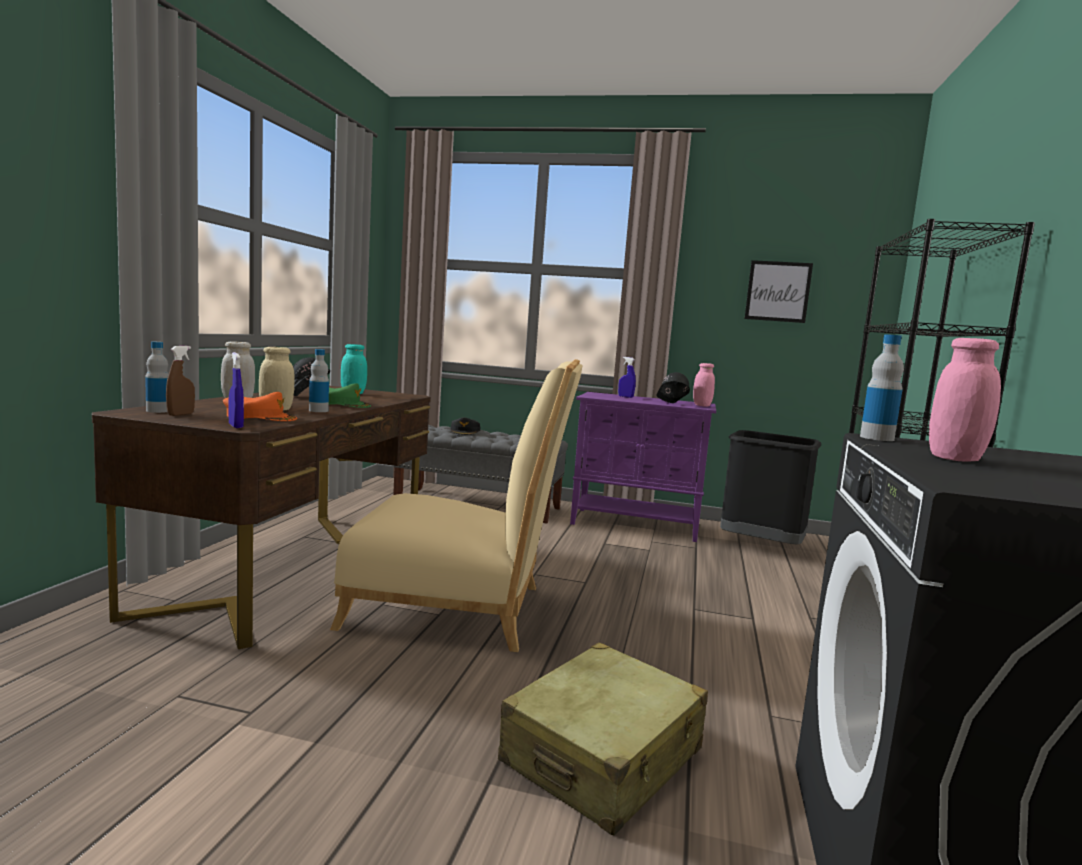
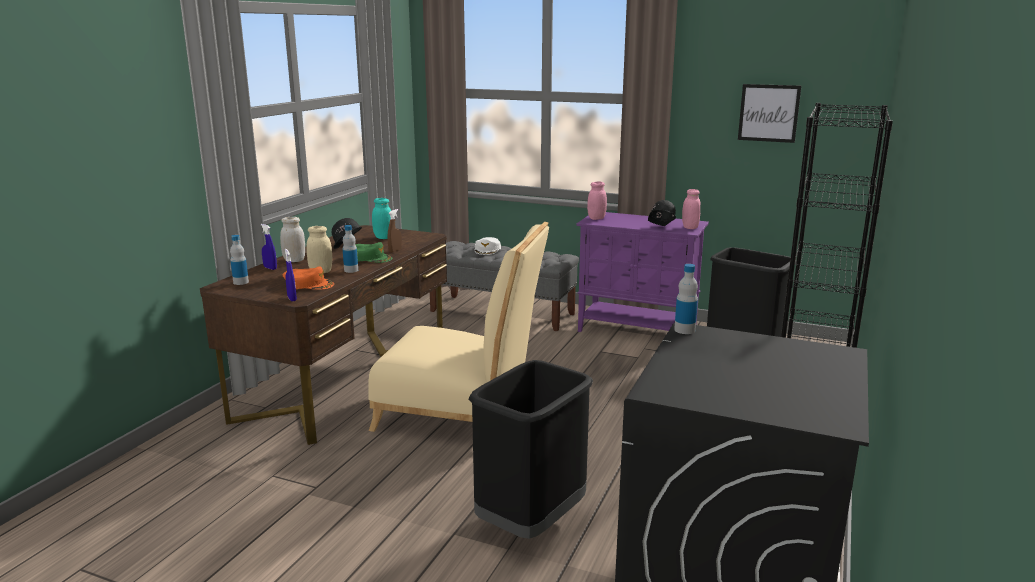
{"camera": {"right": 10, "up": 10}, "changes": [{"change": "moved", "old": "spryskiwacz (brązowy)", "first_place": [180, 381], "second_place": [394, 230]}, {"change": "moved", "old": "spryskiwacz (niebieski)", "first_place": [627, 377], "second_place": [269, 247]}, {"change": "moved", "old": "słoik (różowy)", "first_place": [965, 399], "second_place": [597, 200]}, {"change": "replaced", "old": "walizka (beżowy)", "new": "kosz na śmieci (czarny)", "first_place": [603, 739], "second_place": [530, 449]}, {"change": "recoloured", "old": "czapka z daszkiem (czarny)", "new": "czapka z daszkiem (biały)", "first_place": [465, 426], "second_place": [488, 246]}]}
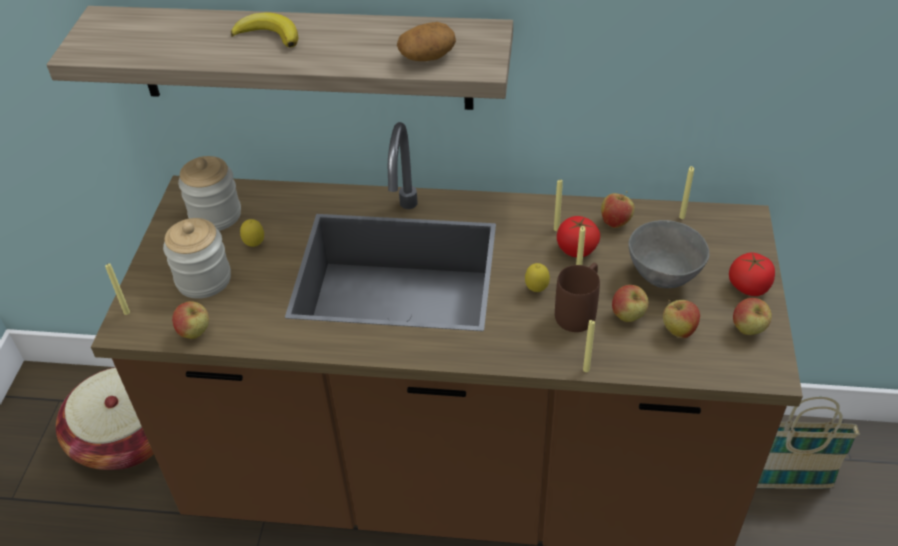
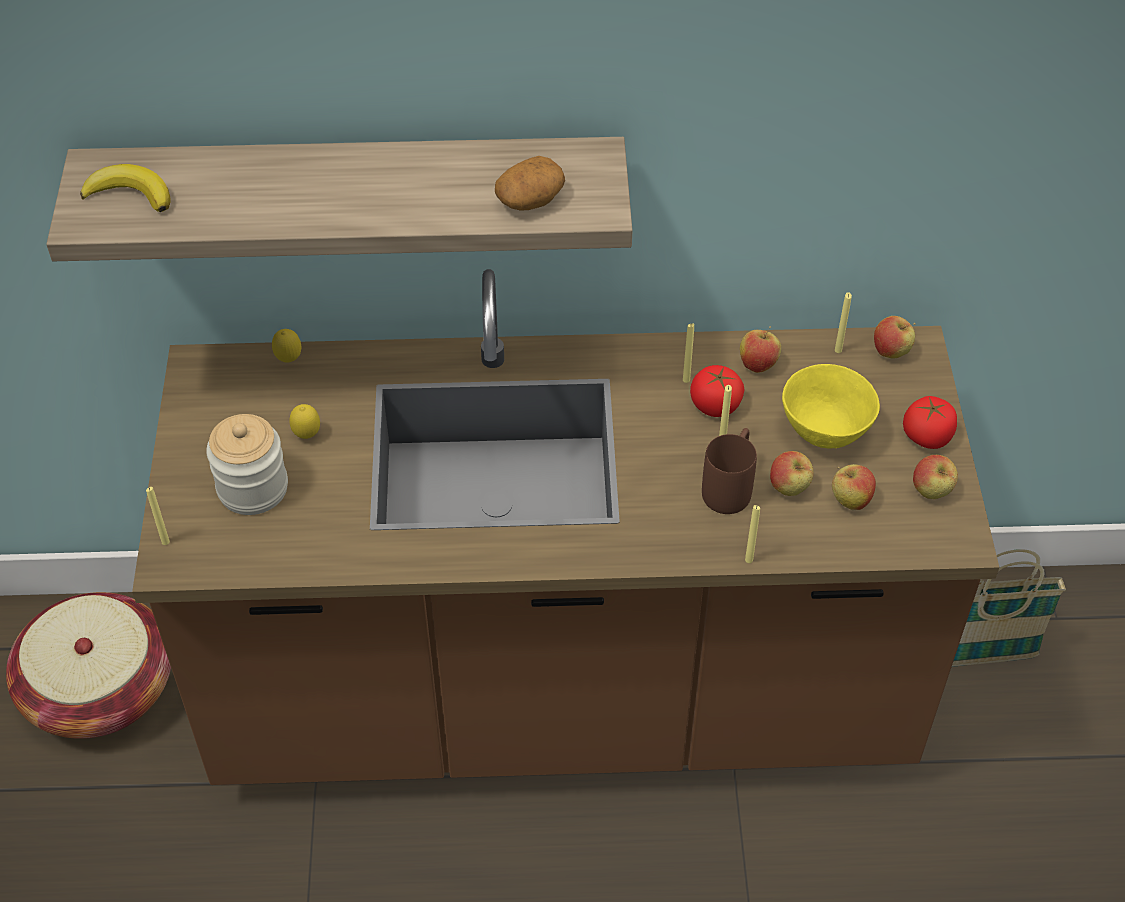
{"camera": {"right": -10, "up": 5}, "changes": [{"change": "removed", "old": "słoik", "first_place": [209, 193]}, {"change": "moved", "old": "jabłko", "first_place": [190, 320], "second_place": [895, 337]}, {"change": "moved", "old": "banan", "first_place": [264, 30], "second_place": [125, 188]}, {"change": "moved", "old": "cytryna", "first_place": [537, 277], "second_place": [286, 345]}, {"change": "recoloured", "old": "miska (szary)", "new": "miska (żółty)", "first_place": [668, 254], "second_place": [831, 406]}]}
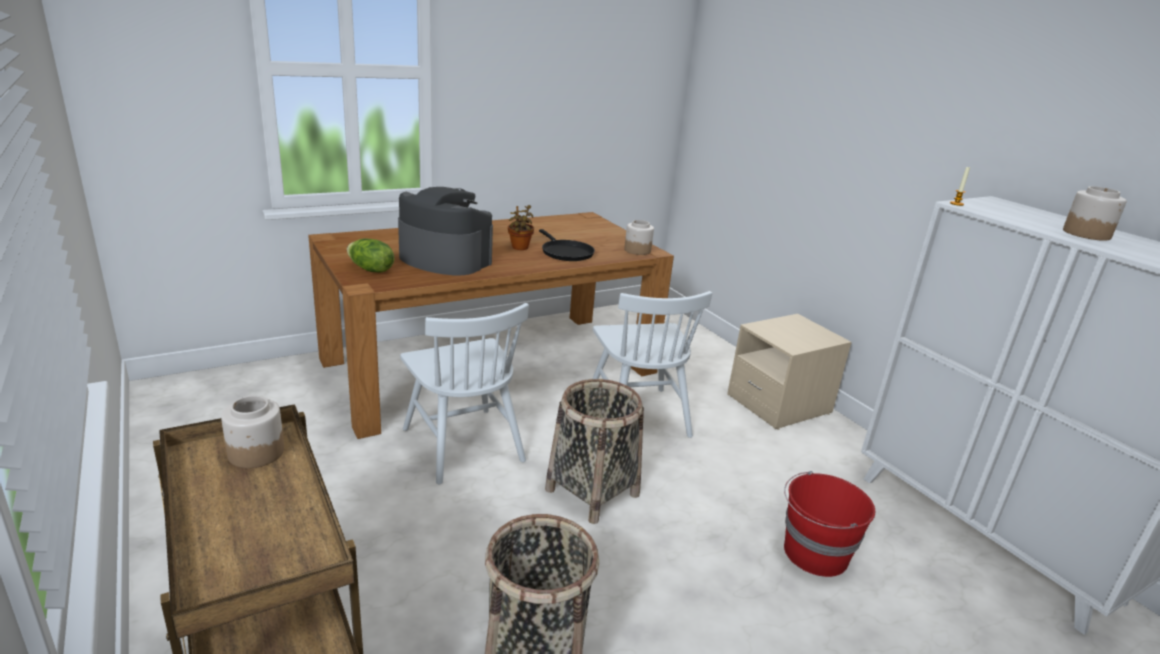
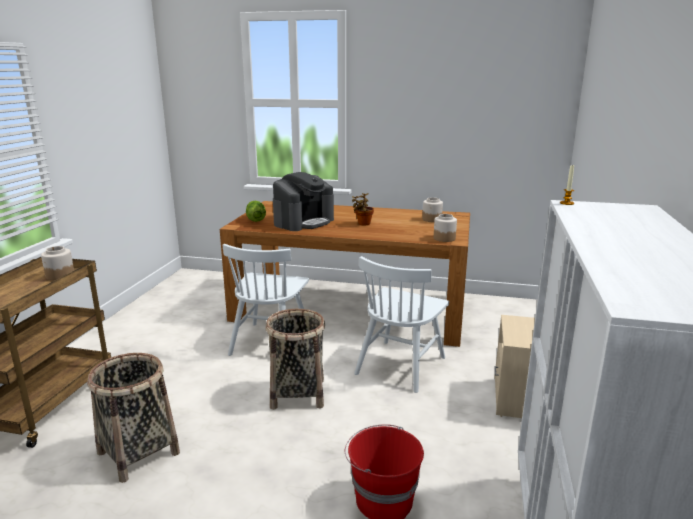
{"camera": {"right": 45, "up": -5}, "changes": [{"change": "removed", "old": "patelnia (czarny)", "first_place": [567, 245]}, {"change": "moved", "old": "słoik", "first_place": [1095, 213], "second_place": [432, 209]}, {"change": "turned", "old": "ekspres do kawy", "first_place": [445, 231], "second_place": [303, 201], "degrees": 60}]}
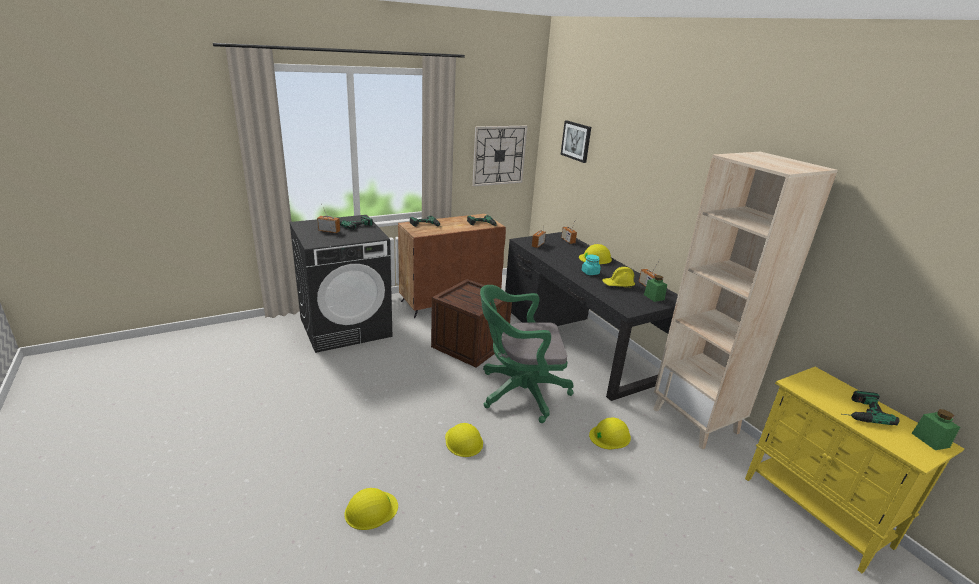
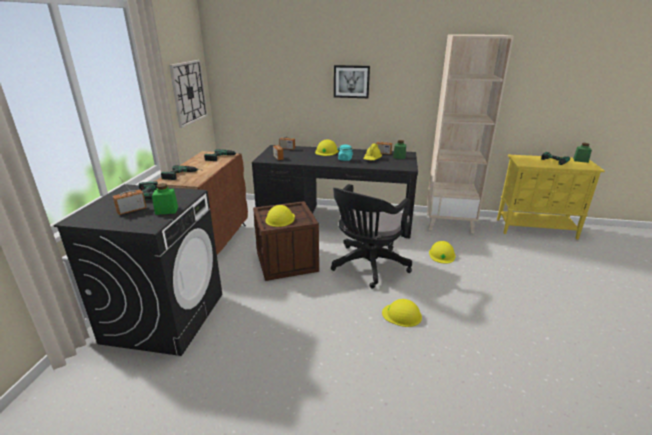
{"camera": {"right": -50, "up": 0}, "changes": [{"change": "added", "new": "słoik (zielony)", "second_place": [165, 199]}, {"change": "moved", "old": "kask (żółty)", "first_place": [371, 509], "second_place": [280, 216]}, {"change": "moved", "old": "obraz", "first_place": [576, 141], "second_place": [352, 81]}, {"change": "recoloured", "old": "krzesło biurowe (zielony)", "new": "krzesło biurowe (czarny)", "first_place": [527, 354], "second_place": [371, 236]}]}
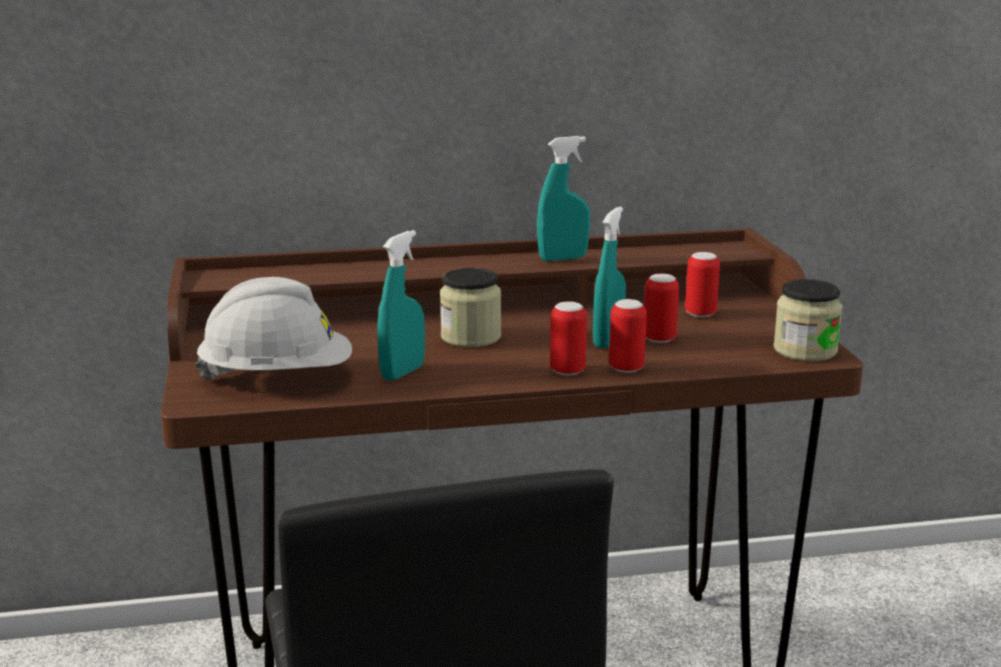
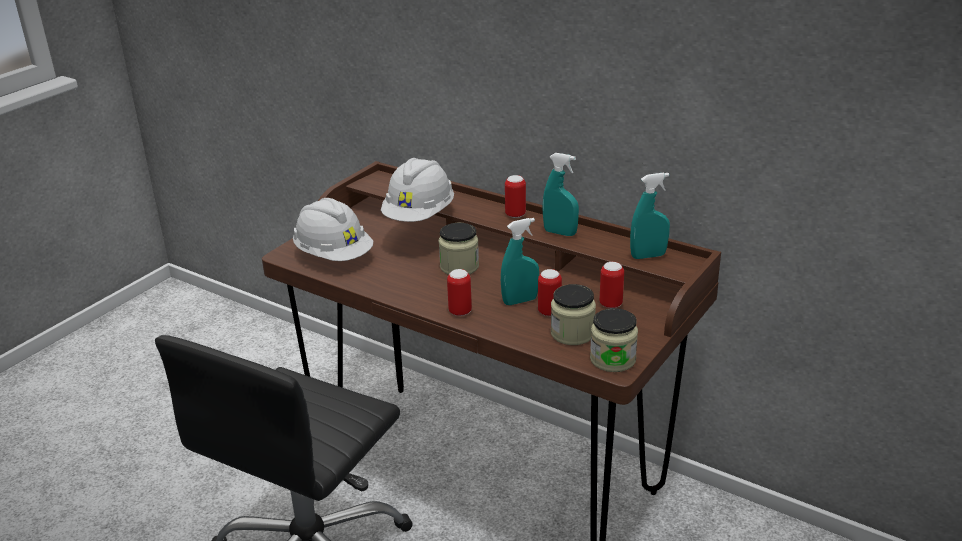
{"camera": {"right": 45, "up": 10}, "changes": [{"change": "added", "new": "kask (biały)", "second_place": [417, 190]}, {"change": "added", "new": "słoik", "second_place": [573, 314]}, {"change": "moved", "old": "spryskiwacz (turkusowy)", "first_place": [401, 305], "second_place": [650, 215]}, {"change": "moved", "old": "puszka", "first_place": [628, 336], "second_place": [515, 196]}]}
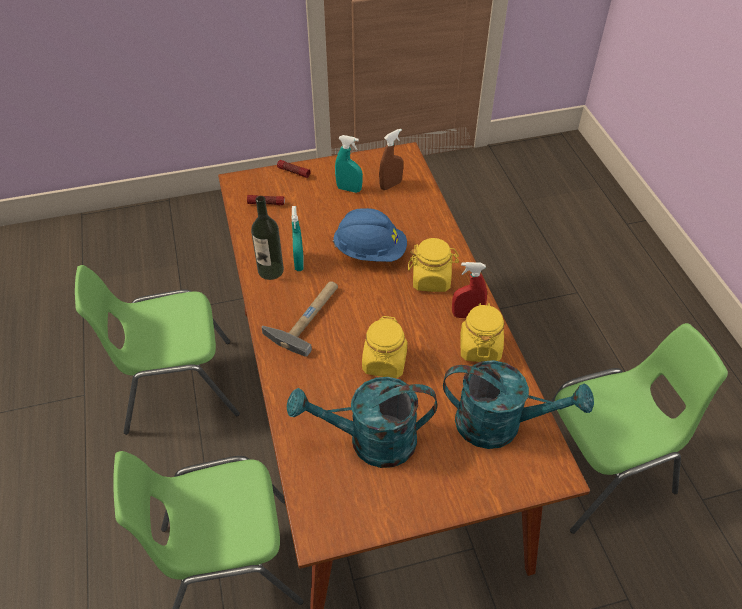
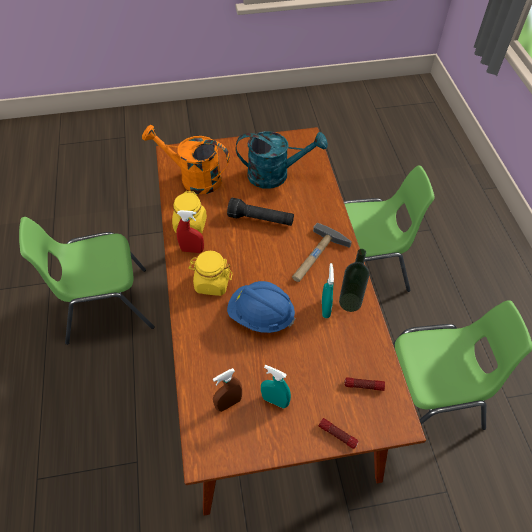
{"camera": {"right": -175, "up": 5}, "changes": [{"change": "replaced", "old": "słoik (żółty)", "new": "latarka (czarny)", "first_place": [385, 347], "second_place": [260, 212]}, {"change": "recoloured", "old": "konewka (turkusowy)", "new": "konewka (pomarańczowy)", "first_place": [518, 404], "second_place": [186, 159]}]}
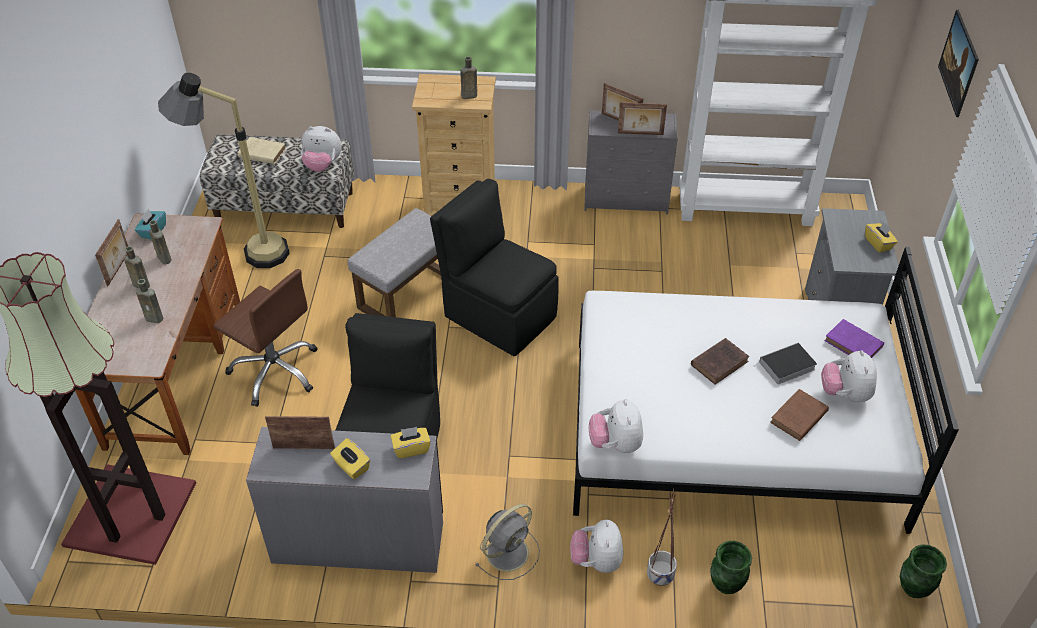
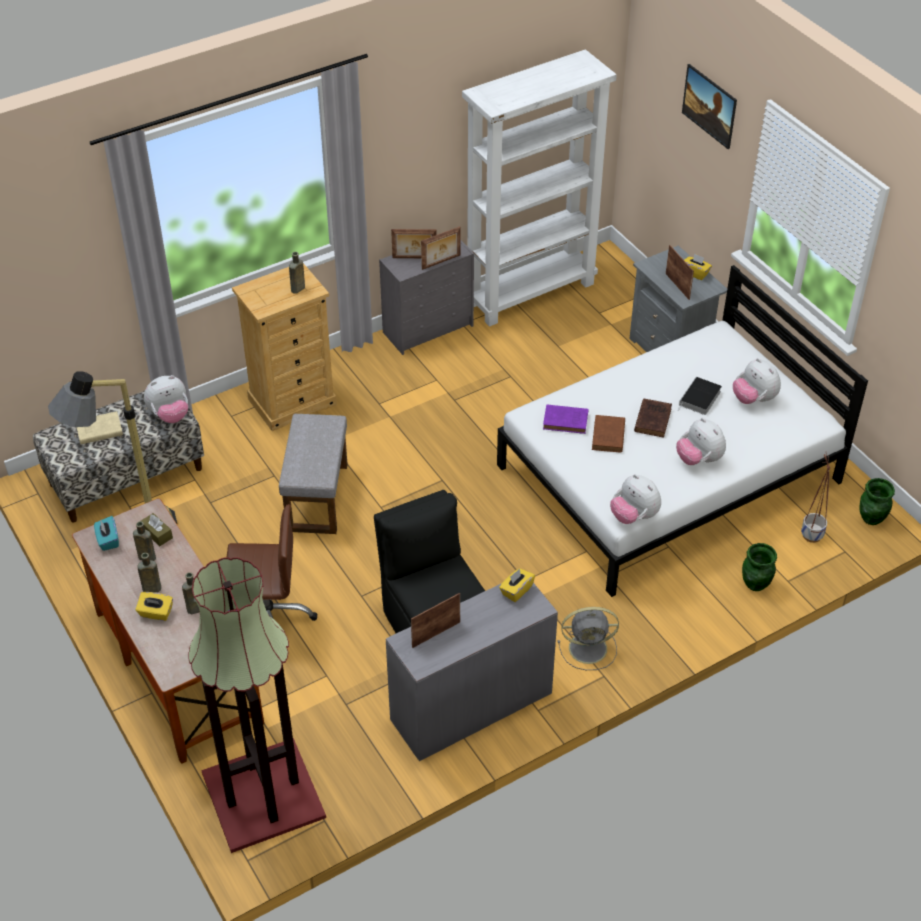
{"camera": {"right": -35, "up": 0}, "changes": [{"change": "removed", "old": "krzesło (czarny)", "first_place": [494, 267]}, {"change": "added", "new": "pudełko chusteczek (brązowy)", "second_place": [157, 529]}, {"change": "moved", "old": "ramka na zdjęcie", "first_place": [111, 253], "second_place": [680, 272]}, {"change": "moved", "old": "pudełko chusteczek (żółty)", "first_place": [350, 458], "second_place": [154, 606]}, {"change": "moved", "old": "pluszak", "first_place": [596, 546], "second_place": [701, 441]}, {"change": "moved", "old": "donica", "first_place": [662, 537], "second_place": [815, 498]}, {"change": "moved", "old": "książka (brązowy)", "first_place": [799, 415], "second_place": [608, 434]}, {"change": "moved", "old": "książka (fioletowy)", "first_place": [854, 338], "second_place": [565, 419]}, {"change": "turned", "old": "wentylator (szary)", "first_place": [507, 542], "second_place": [588, 638], "degrees": 75}]}
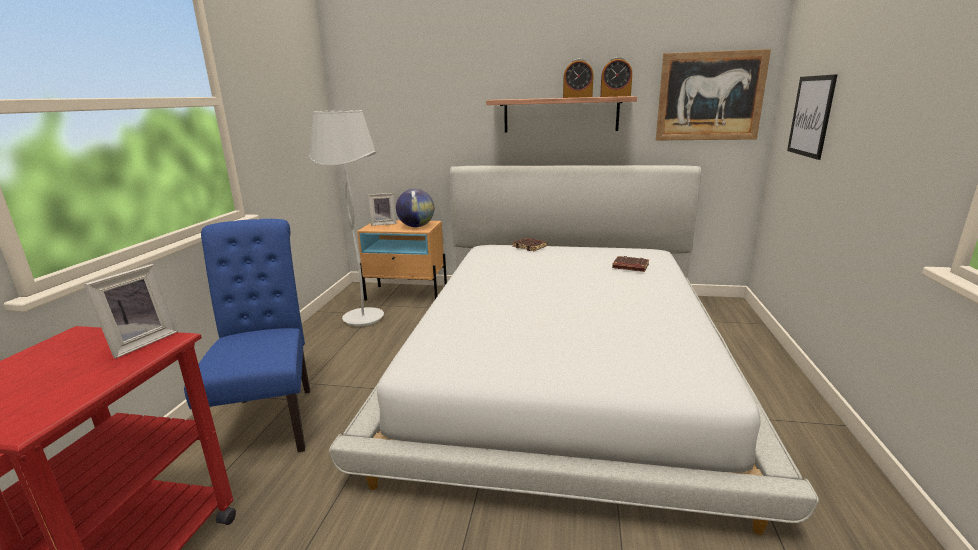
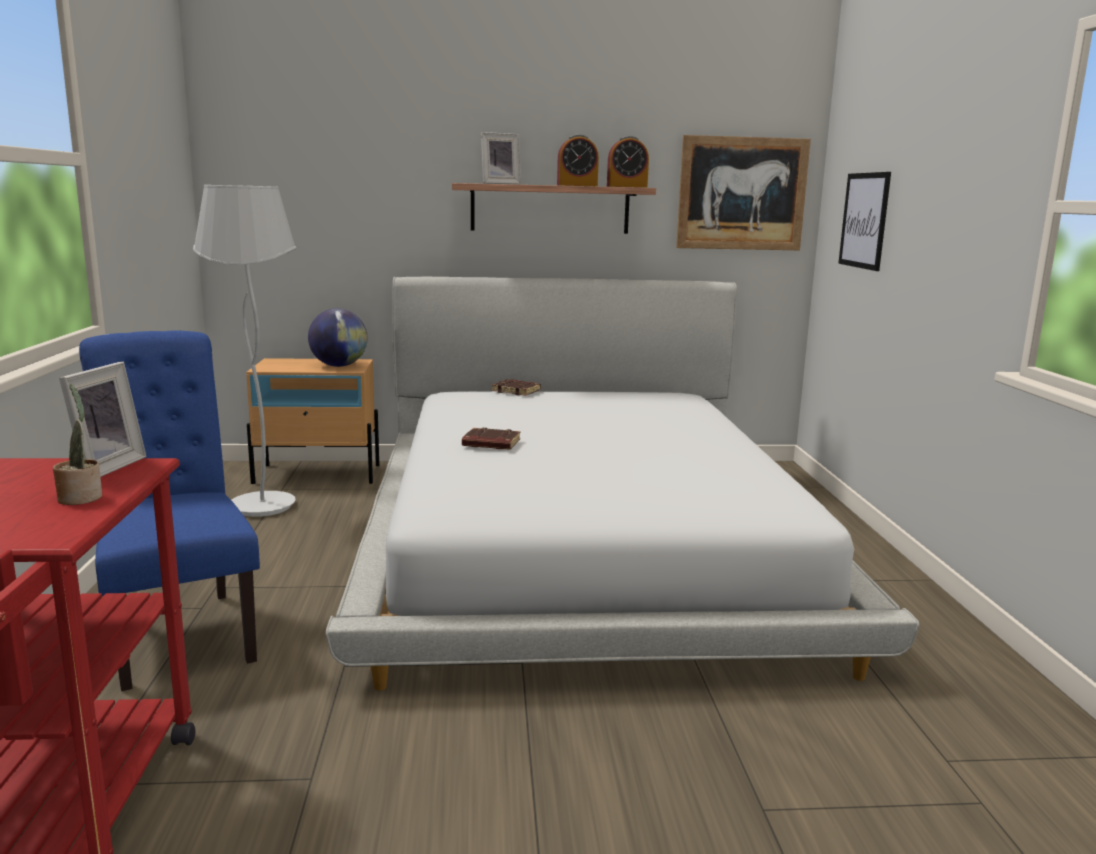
{"camera": {"right": -15, "up": -5}, "changes": [{"change": "added", "new": "roślina doniczkowa", "second_place": [77, 444]}, {"change": "moved", "old": "ramka na zdjęcie", "first_place": [382, 209], "second_place": [501, 158]}, {"change": "moved", "old": "książka (brązowy)", "first_place": [630, 264], "second_place": [491, 439]}]}
